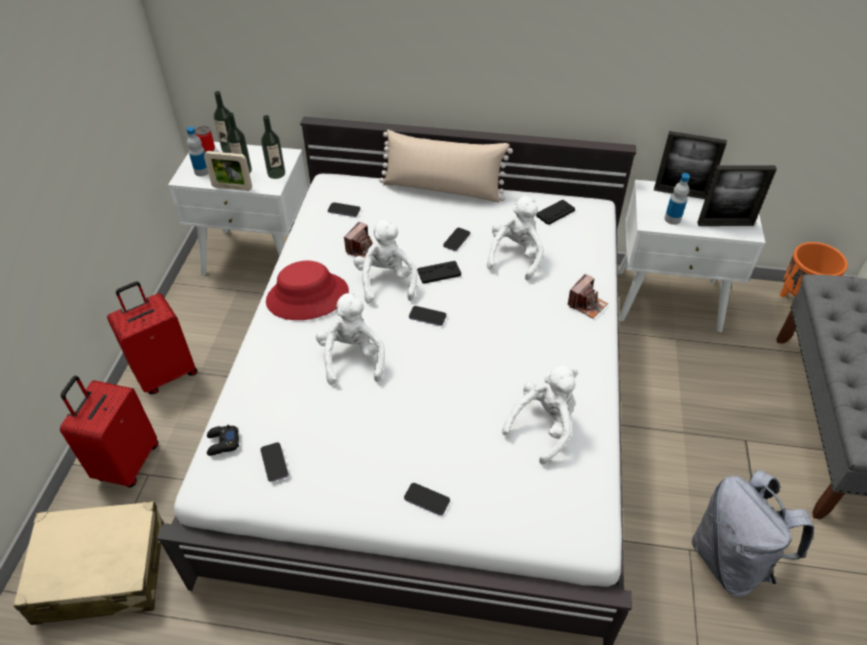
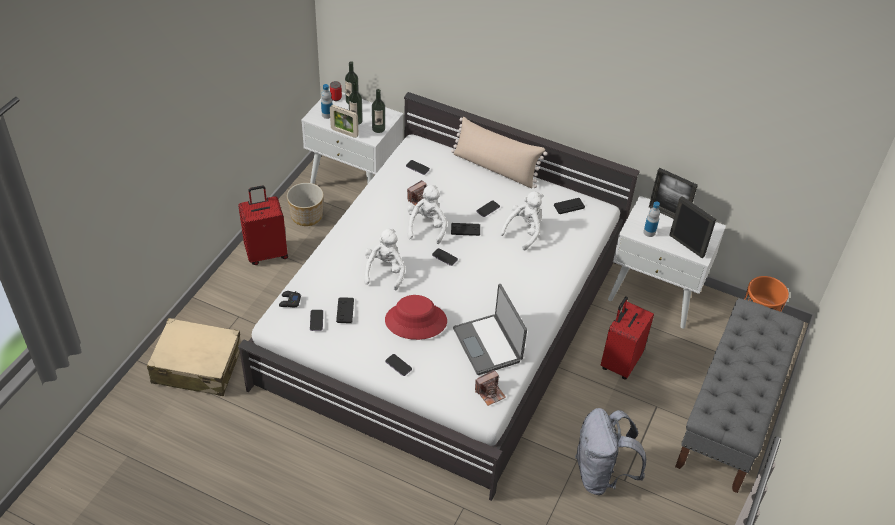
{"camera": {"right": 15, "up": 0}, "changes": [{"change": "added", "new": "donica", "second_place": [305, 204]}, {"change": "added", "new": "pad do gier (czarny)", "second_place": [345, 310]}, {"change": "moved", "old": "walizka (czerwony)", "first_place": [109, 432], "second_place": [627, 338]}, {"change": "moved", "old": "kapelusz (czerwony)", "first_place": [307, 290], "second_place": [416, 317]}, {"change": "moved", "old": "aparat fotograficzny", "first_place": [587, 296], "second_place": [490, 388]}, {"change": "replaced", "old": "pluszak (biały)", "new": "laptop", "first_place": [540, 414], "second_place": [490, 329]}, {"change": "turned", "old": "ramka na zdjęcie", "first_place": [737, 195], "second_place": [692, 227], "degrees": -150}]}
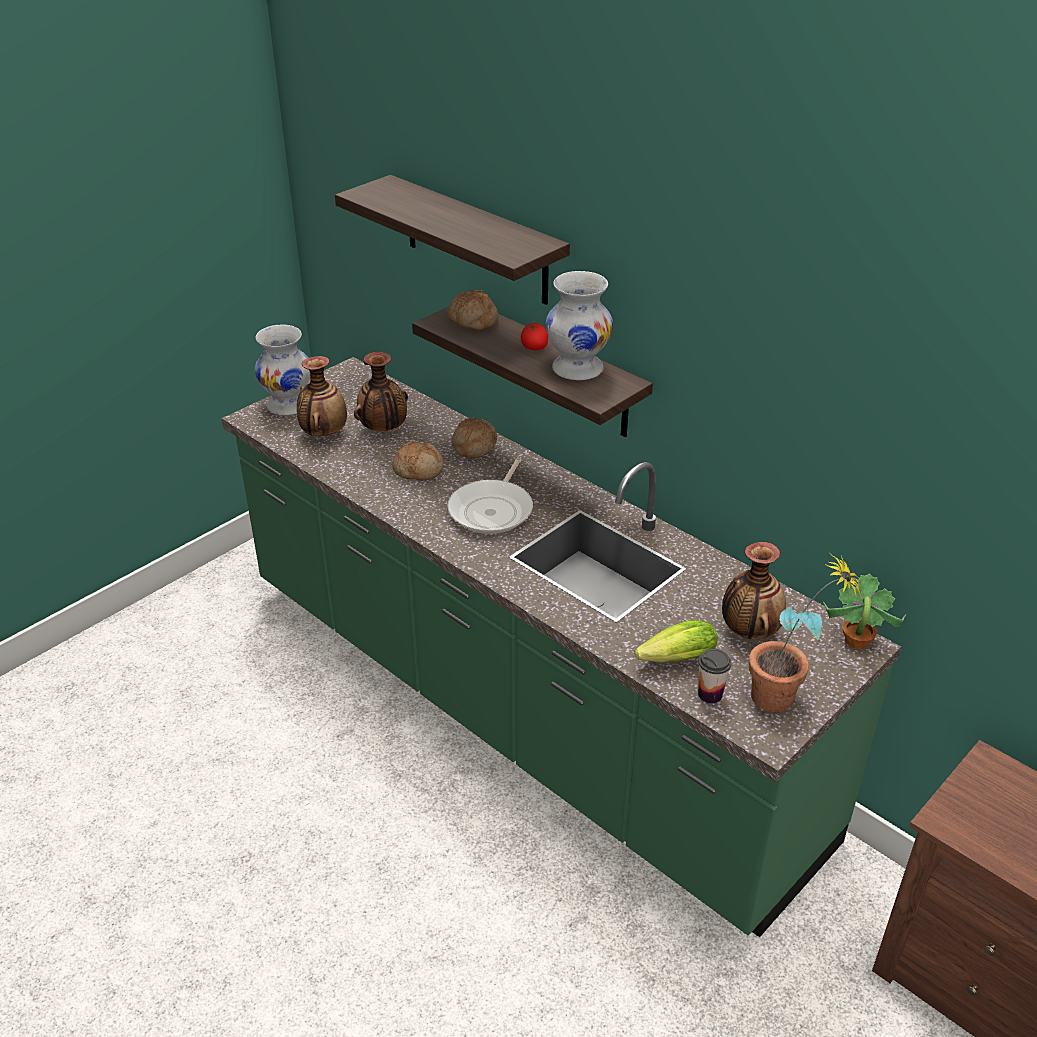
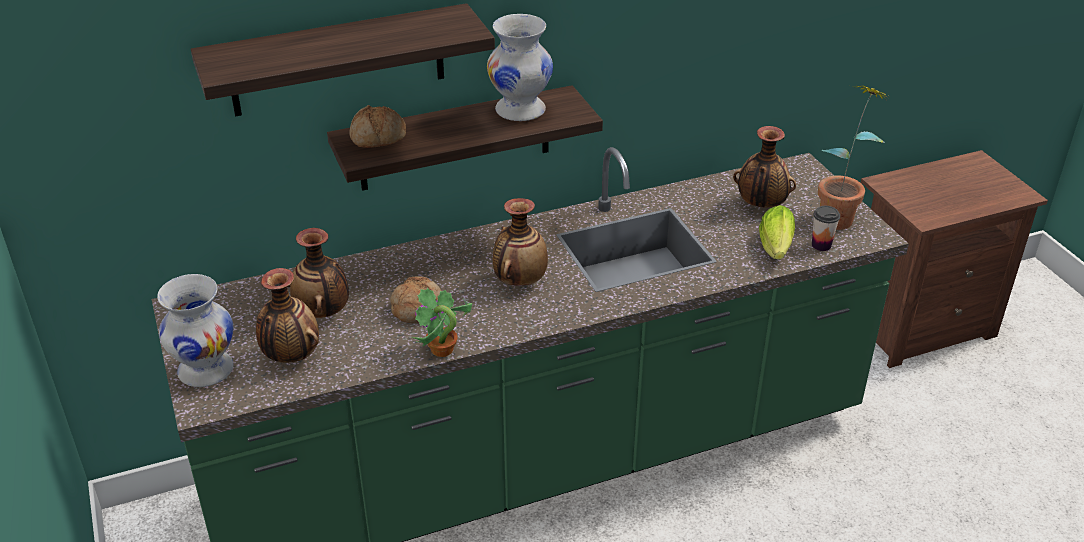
{"camera": {"right": -65, "up": 0}, "changes": [{"change": "removed", "old": "chleb", "first_place": [474, 438]}, {"change": "removed", "old": "pomidor", "first_place": [534, 336]}, {"change": "moved", "old": "roślina doniczkowa", "first_place": [864, 611], "second_place": [441, 322]}, {"change": "replaced", "old": "patelnia", "new": "wazon", "first_place": [490, 495], "second_place": [520, 241]}]}
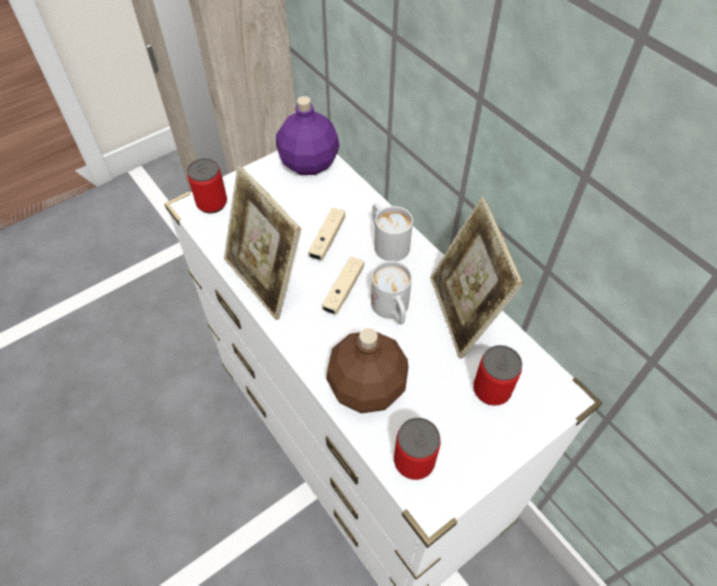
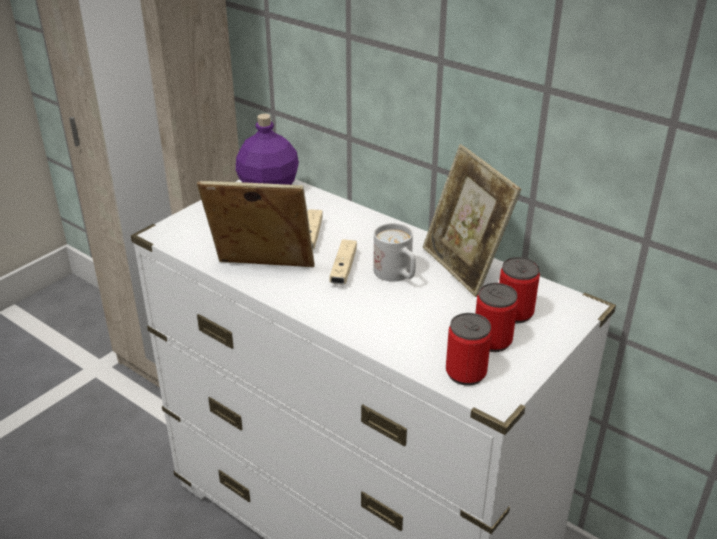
{"camera": {"right": -15, "up": -20}, "changes": [{"change": "removed", "old": "butelka (brązowy)", "first_place": [367, 371]}, {"change": "removed", "old": "kubek (biały)", "first_place": [392, 232]}, {"change": "moved", "old": "puszka", "first_place": [207, 186], "second_place": [496, 317]}, {"change": "turned", "old": "ramka na zdjęcie", "first_place": [262, 243], "second_place": [256, 224], "degrees": 150}]}
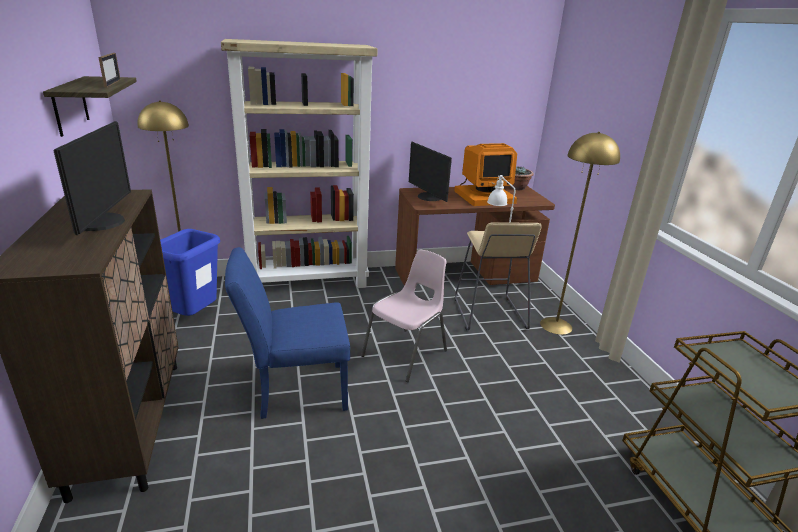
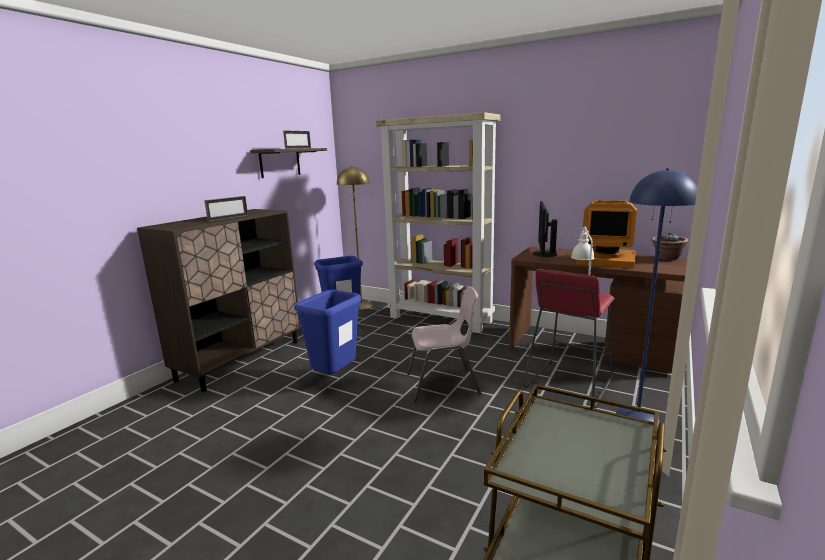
{"camera": {"right": 45, "up": -10}, "changes": [{"change": "replaced", "old": "monitor", "new": "ramka na zdjęcie", "first_place": [92, 178], "second_place": [226, 208]}, {"change": "replaced", "old": "krzesło (niebieski)", "new": "kosz na śmieci (niebieski)", "first_place": [287, 333], "second_place": [327, 332]}, {"change": "recoloured", "old": "stołek (beżowy)", "new": "stołek (czerwony)", "first_place": [498, 276], "second_place": [569, 338]}, {"change": "recoloured", "old": "lampa stojąca (żółty)", "new": "lampa stojąca (niebieski)", "first_place": [580, 233], "second_place": [656, 296]}]}
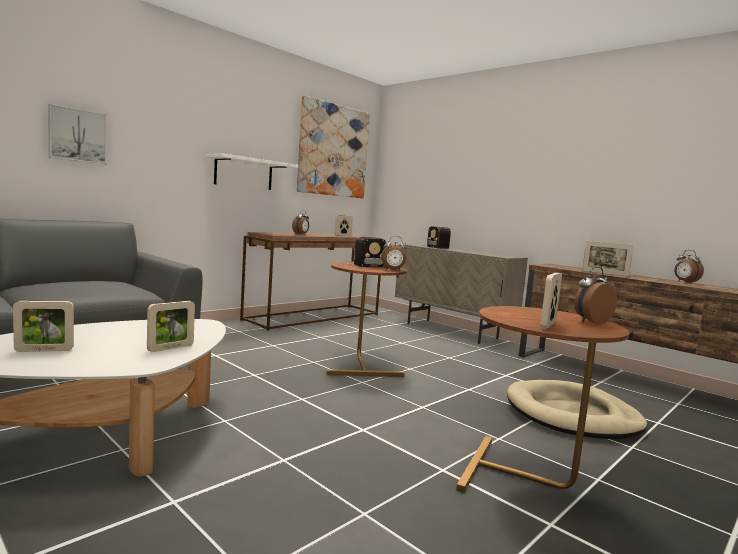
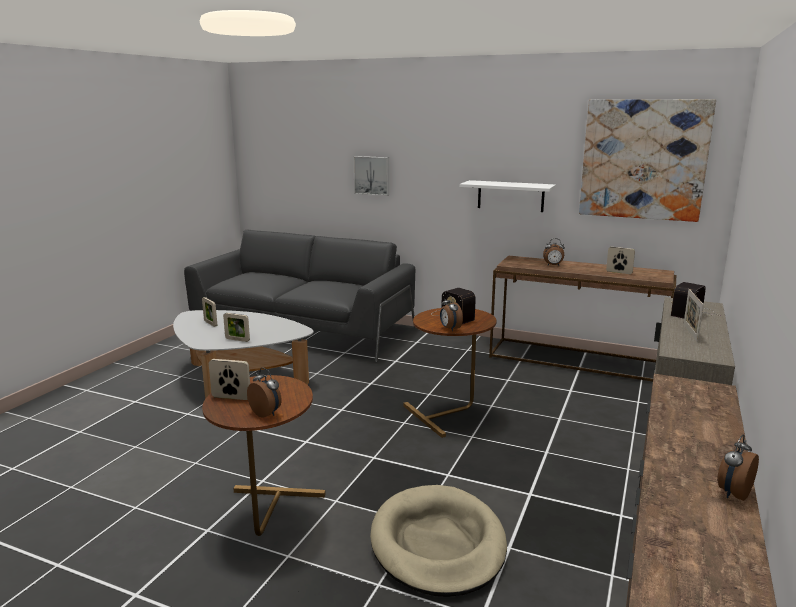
{"camera": {"right": 70, "up": 10}, "changes": [{"change": "moved", "old": "ramka na zdjęcie", "first_place": [608, 258], "second_place": [693, 315]}]}
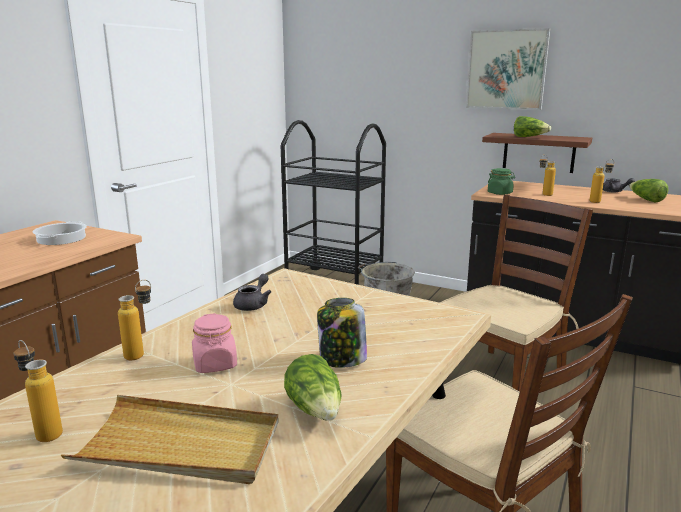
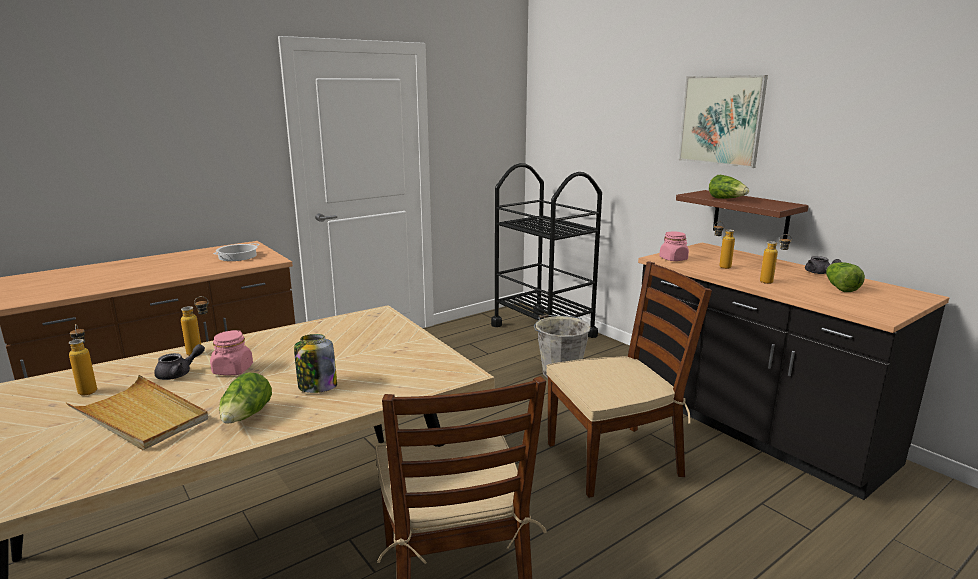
{"camera": {"right": 25, "up": 0}, "changes": [{"change": "moved", "old": "imbryk (szary)", "first_place": [252, 292], "second_place": [179, 362]}, {"change": "recoloured", "old": "słoik (zielony)", "new": "słoik (różowy)", "first_place": [501, 181], "second_place": [674, 246]}]}
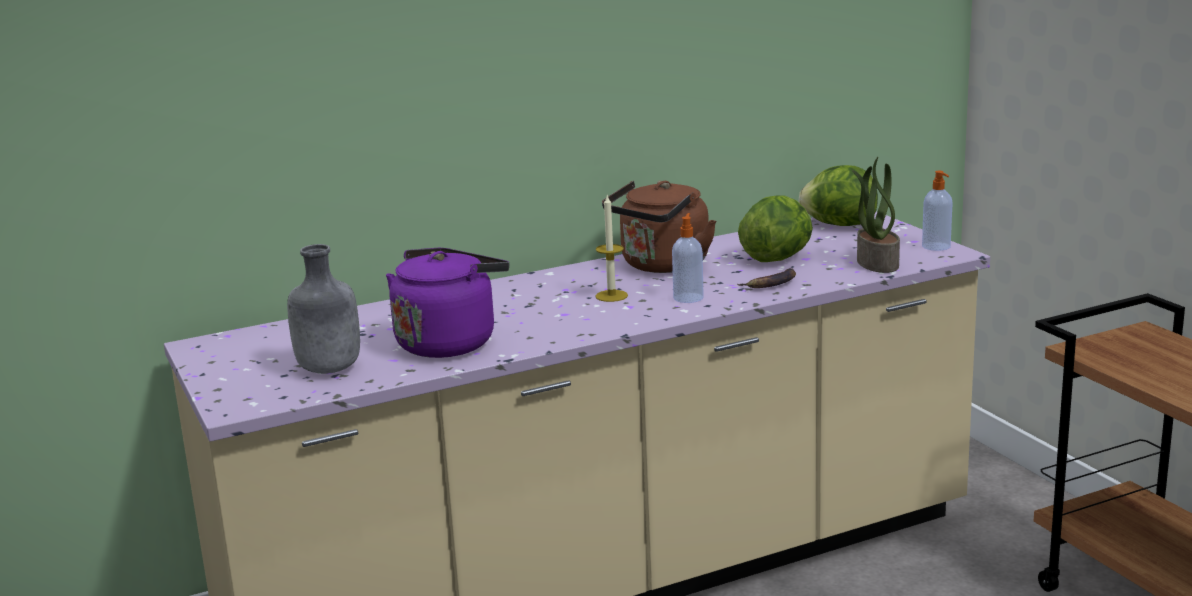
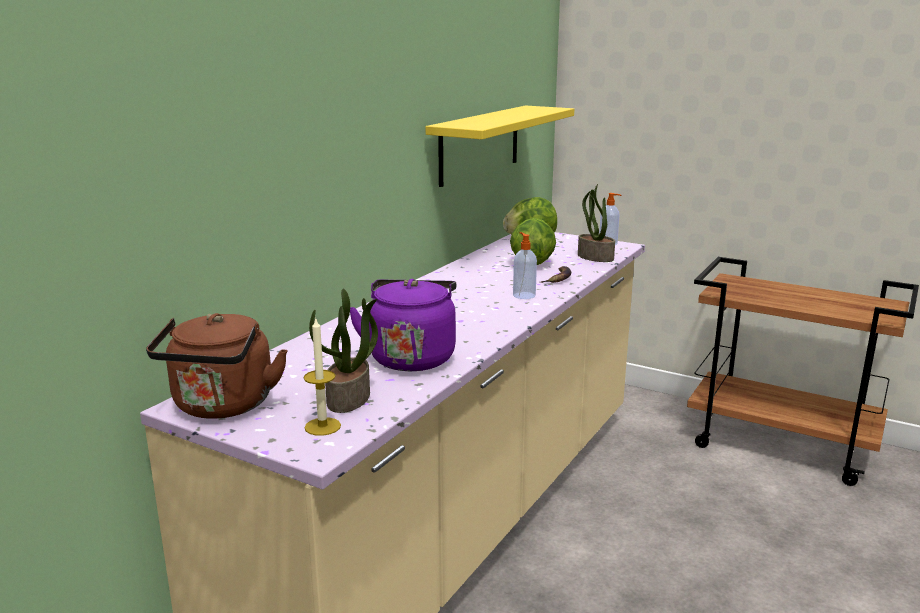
{"camera": {"right": -35, "up": 0}, "changes": [{"change": "added", "new": "półka (żółty)", "second_place": [500, 146]}, {"change": "moved", "old": "świeca", "first_place": [611, 249], "second_place": [322, 377]}, {"change": "moved", "old": "czajnik (brązowy)", "first_place": [659, 226], "second_place": [217, 366]}, {"change": "replaced", "old": "butelka (szary)", "new": "roślina doniczkowa", "first_place": [323, 309], "second_place": [343, 351]}]}
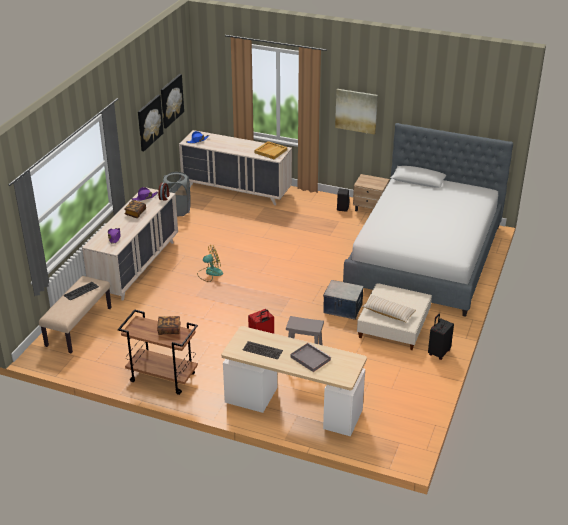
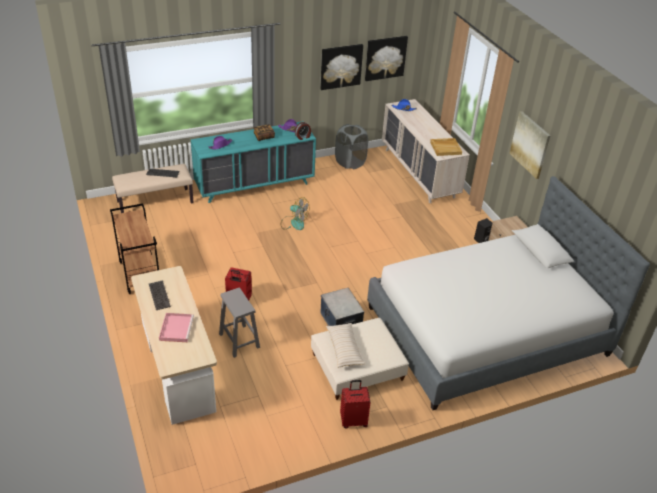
{"camera": {"right": 45, "up": 5}, "changes": [{"change": "removed", "old": "książka", "first_place": [169, 325]}, {"change": "recoloured", "old": "komoda (beżowy)", "new": "komoda (turkusowy)", "first_place": [130, 244], "second_place": [253, 162]}, {"change": "recoloured", "old": "taca (szary)", "new": "taca (różowy)", "first_place": [311, 357], "second_place": [176, 327]}, {"change": "recoloured", "old": "walizka (czarny)", "new": "walizka (czerwony)", "first_place": [441, 337], "second_place": [355, 404]}]}
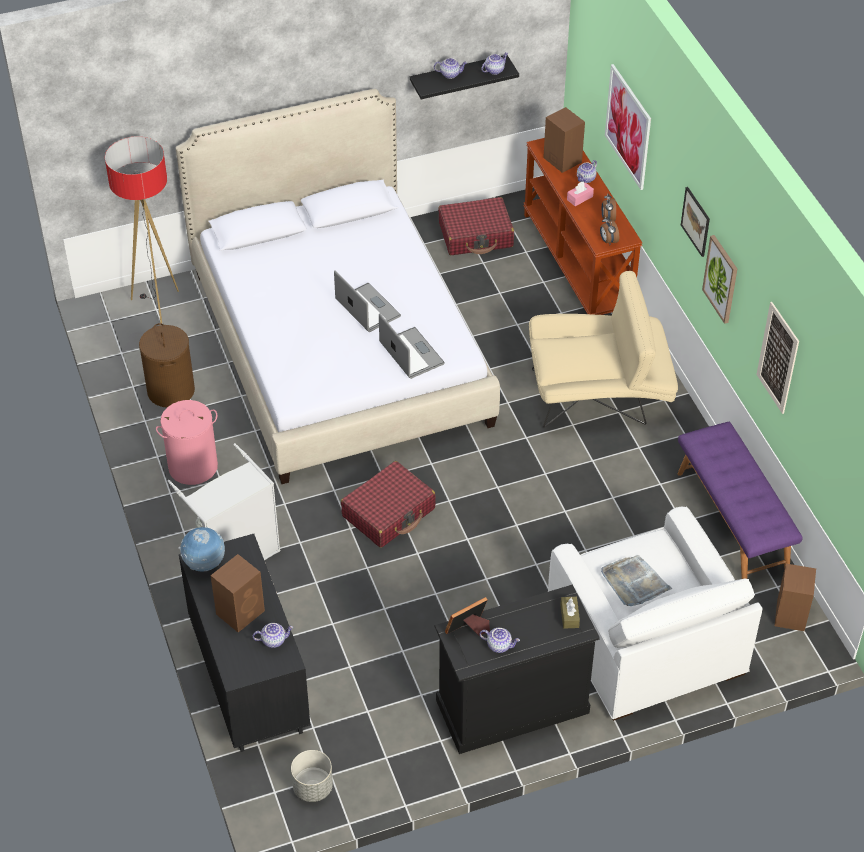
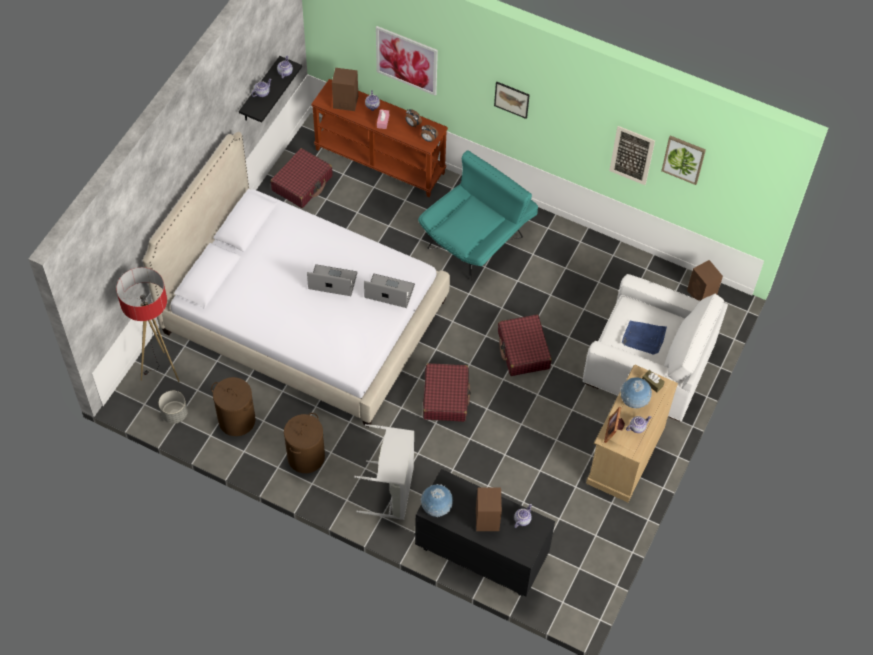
{"camera": {"right": -45, "up": 10}, "changes": [{"change": "removed", "old": "ławka (fioletowy)", "first_place": [740, 500]}, {"change": "added", "new": "walizka (czerwony)", "second_place": [525, 345]}, {"change": "added", "new": "globus", "second_place": [636, 393]}, {"change": "moved", "old": "donica (szary)", "first_place": [312, 776], "second_place": [173, 407]}, {"change": "moved", "old": "obraz", "first_place": [719, 279], "second_place": [683, 160]}, {"change": "recoloured", "old": "kosz na pranie (różowy)", "new": "kosz na pranie (brązowy)", "first_place": [187, 442], "second_place": [304, 443]}, {"change": "recoloured", "old": "komoda (czarny)", "new": "komoda (beżowy)", "first_place": [517, 669], "second_place": [632, 433]}, {"change": "recoloured", "old": "fotel (beżowy)", "new": "fotel (turkusowy)", "first_place": [603, 349], "second_place": [478, 215]}, {"change": "recoloured", "old": "taca (szary)", "new": "taca (niebieski)", "first_place": [637, 580], "second_place": [644, 338]}]}
